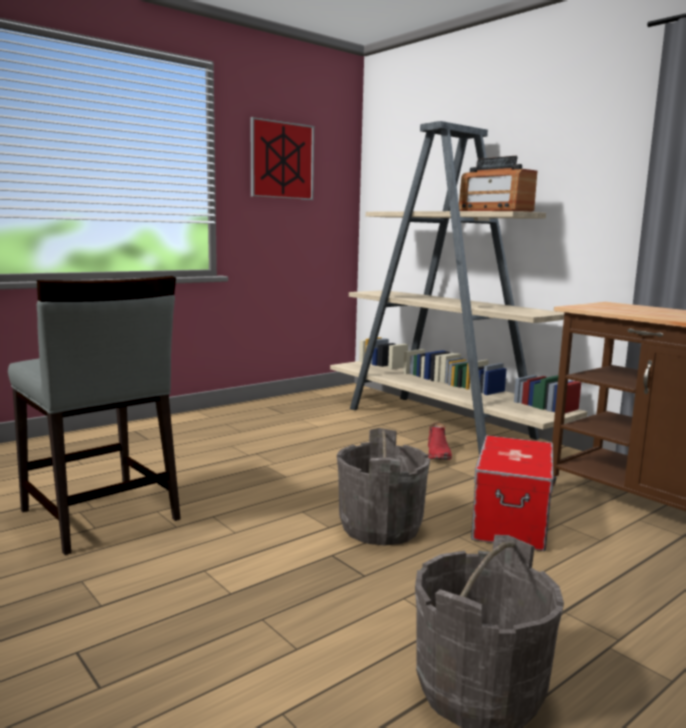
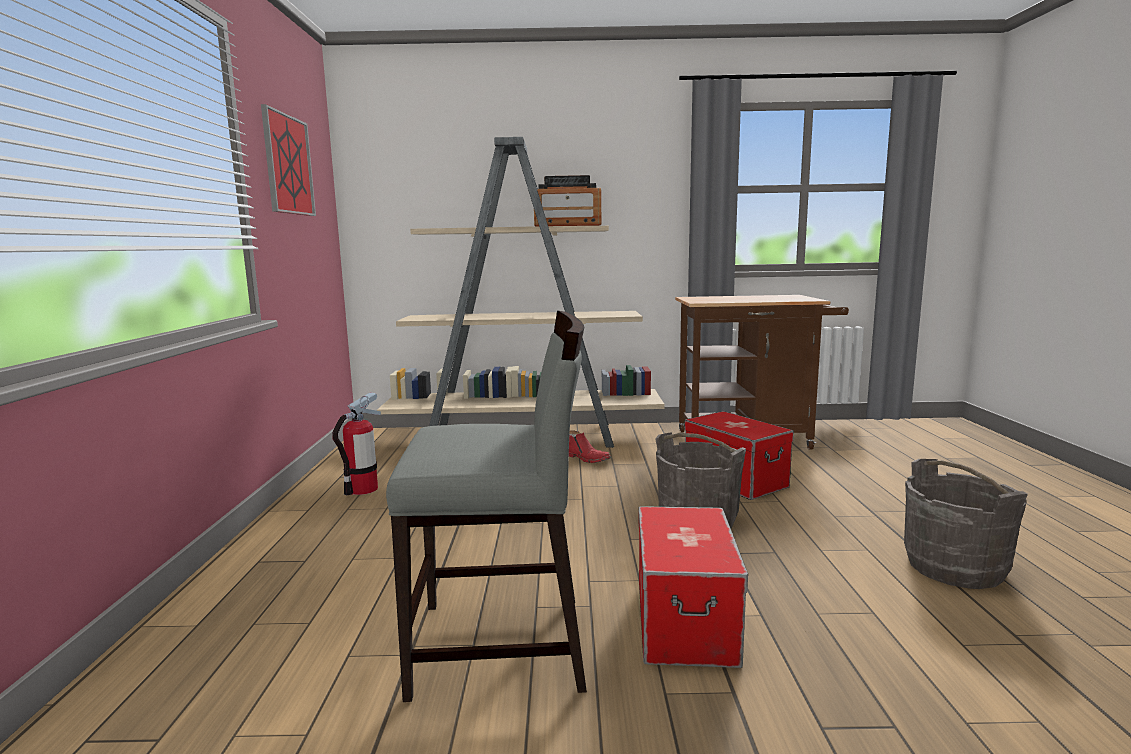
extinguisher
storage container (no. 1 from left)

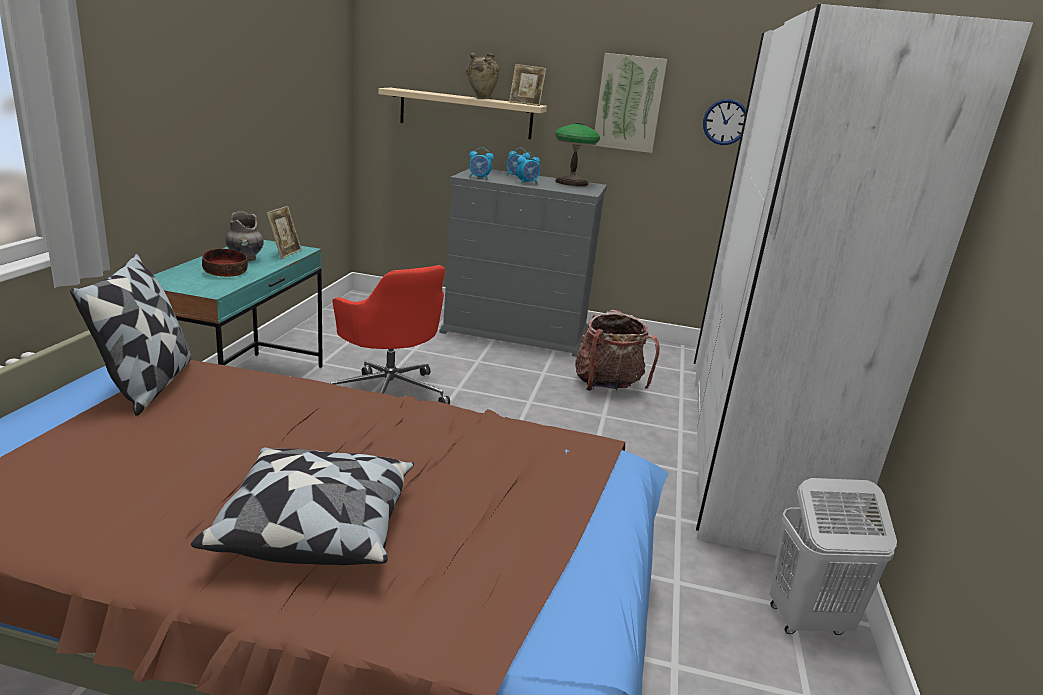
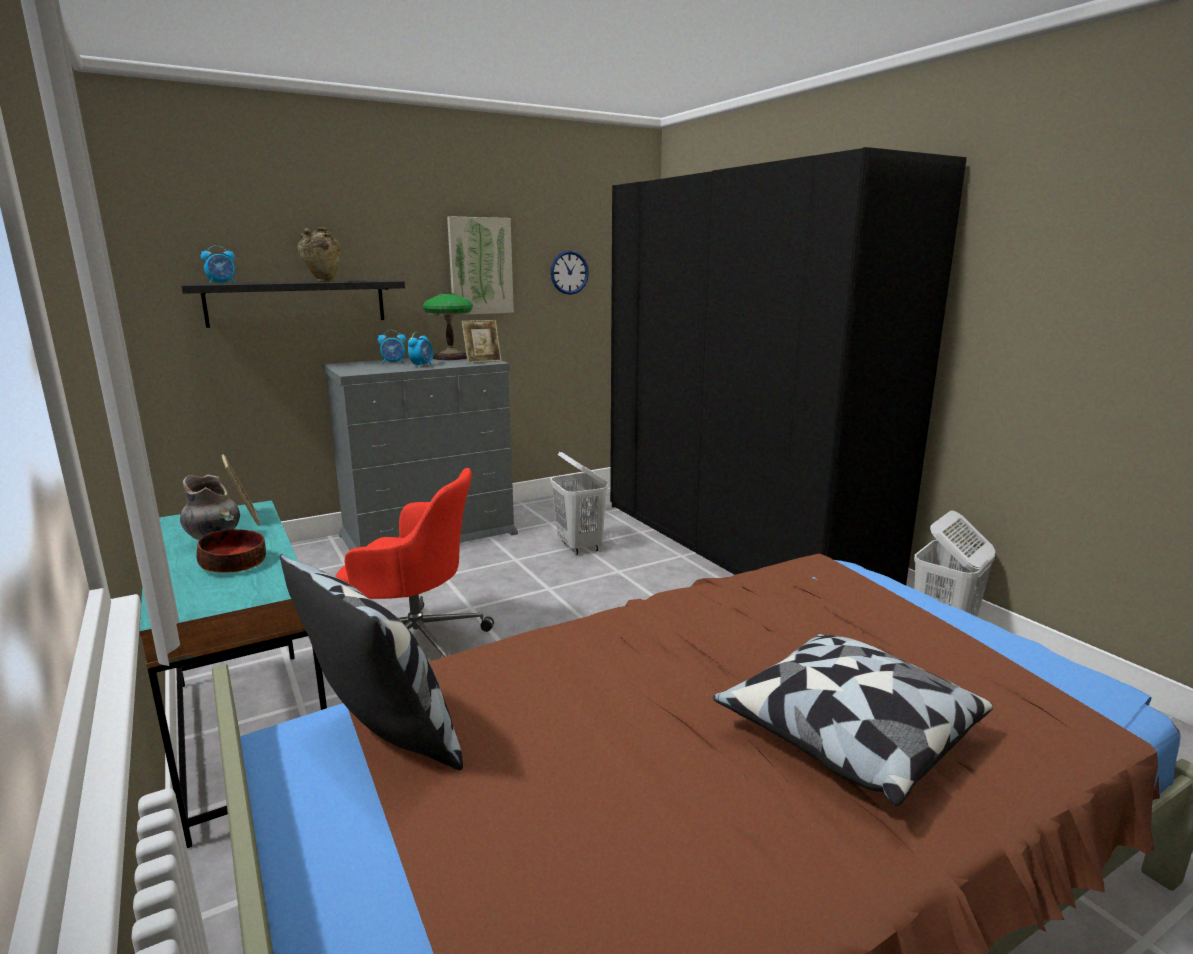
shelf (blackish)
alarm clock (no. 1 from left)
standing frame (no. 2 from left)
hamper (whitish) (no. 1 from left)
armoire (blackish)

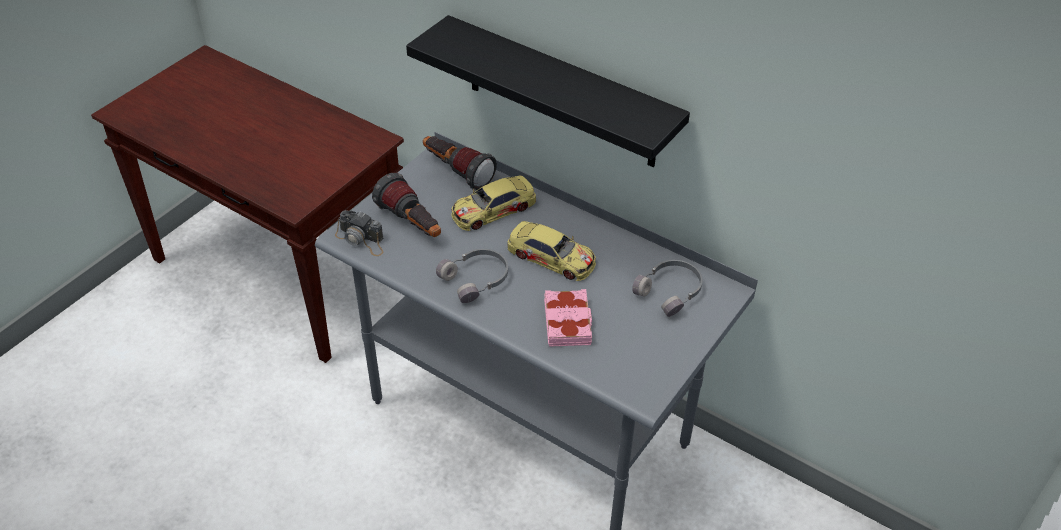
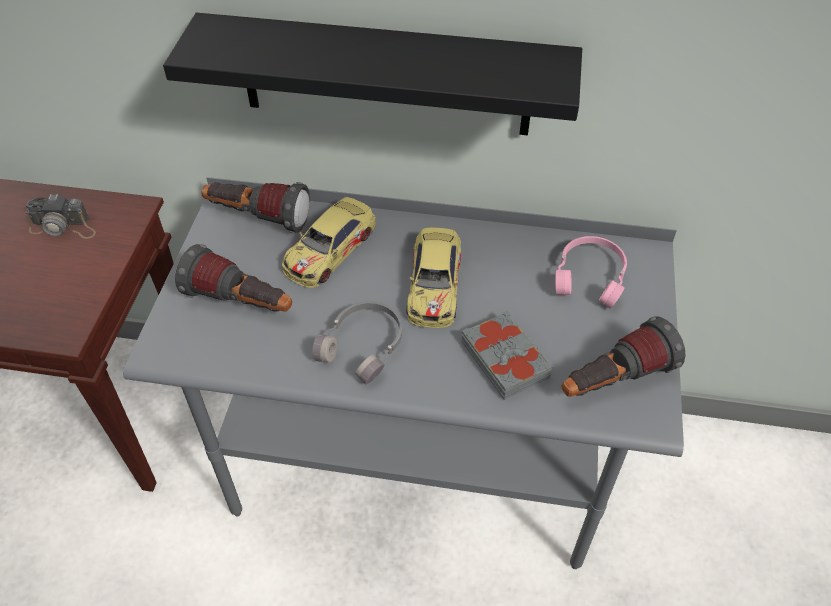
photo camera
toy car (no. 2 from left)
book (gray)
headset (pinkish)
flashlight (no. 3 from left)

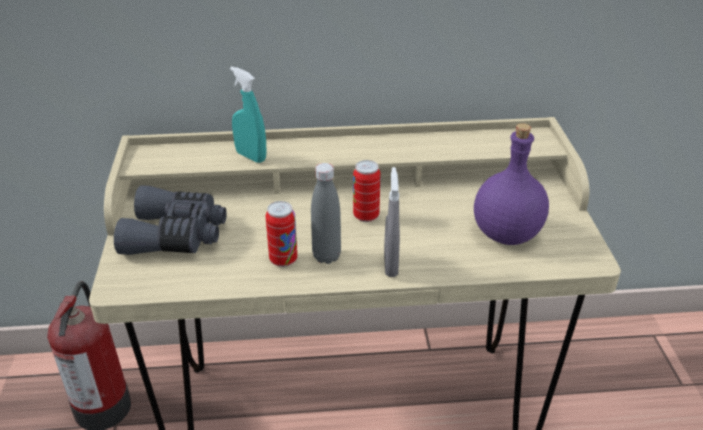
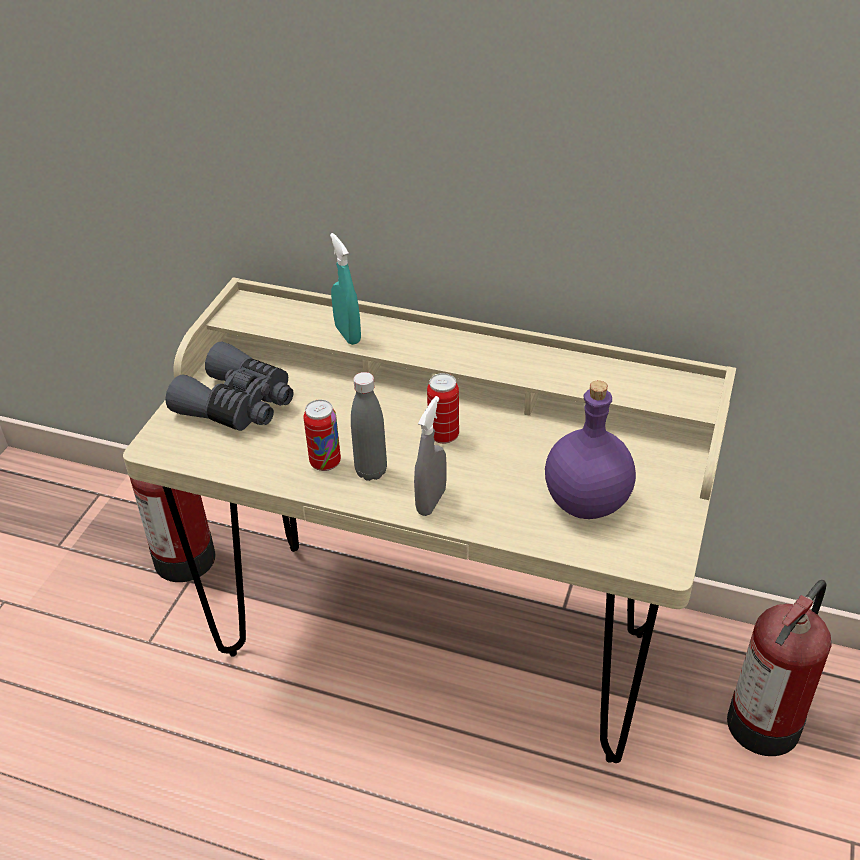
extinguisher (no. 2 from left)

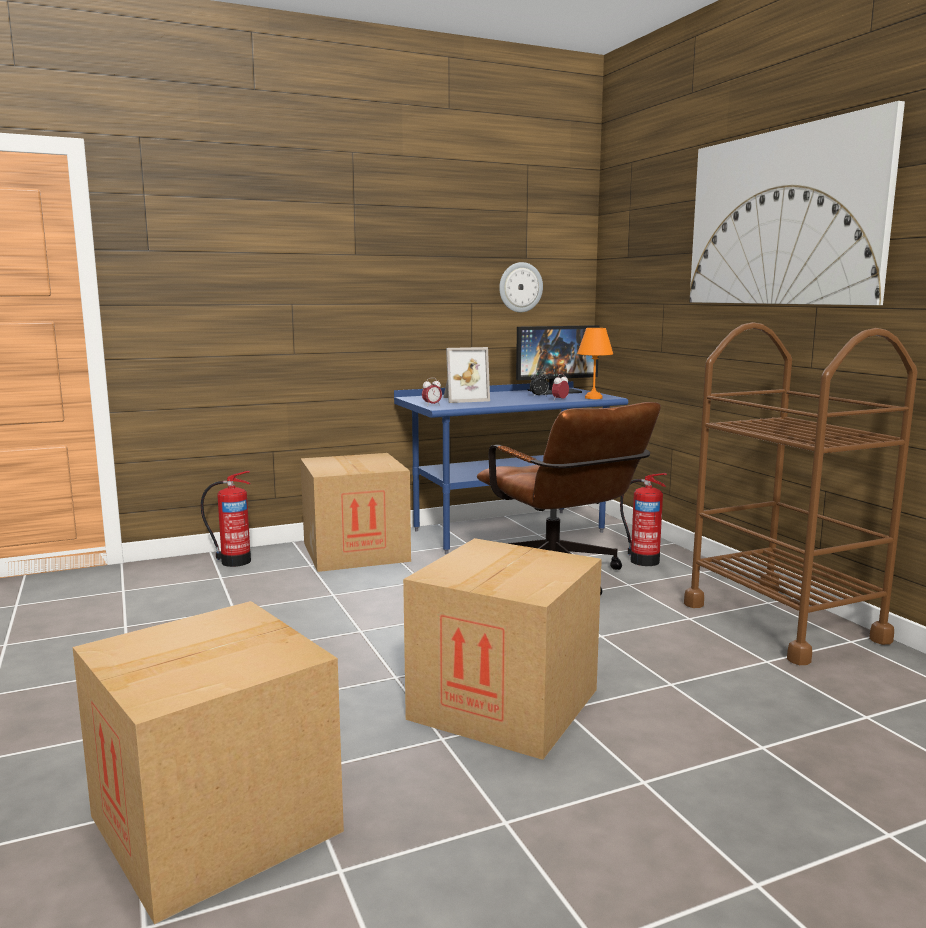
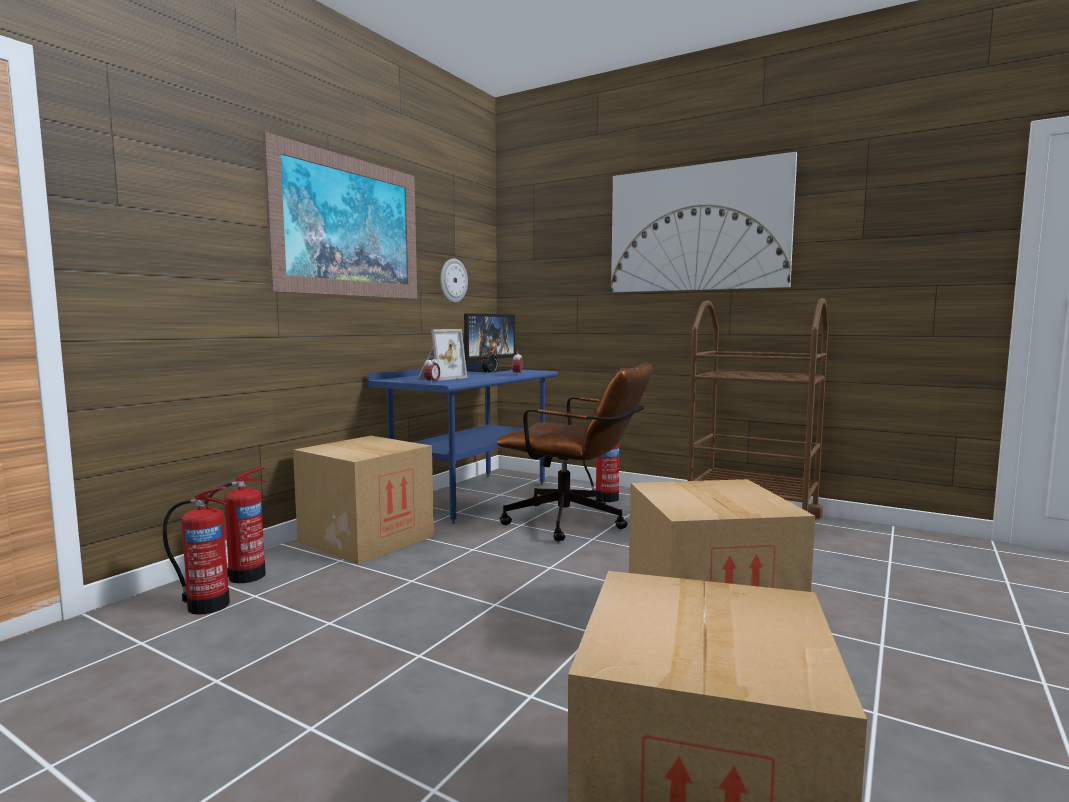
tabletop lamp (orange)
extinguisher (no. 1 from left)
picture (no. 1 from left)

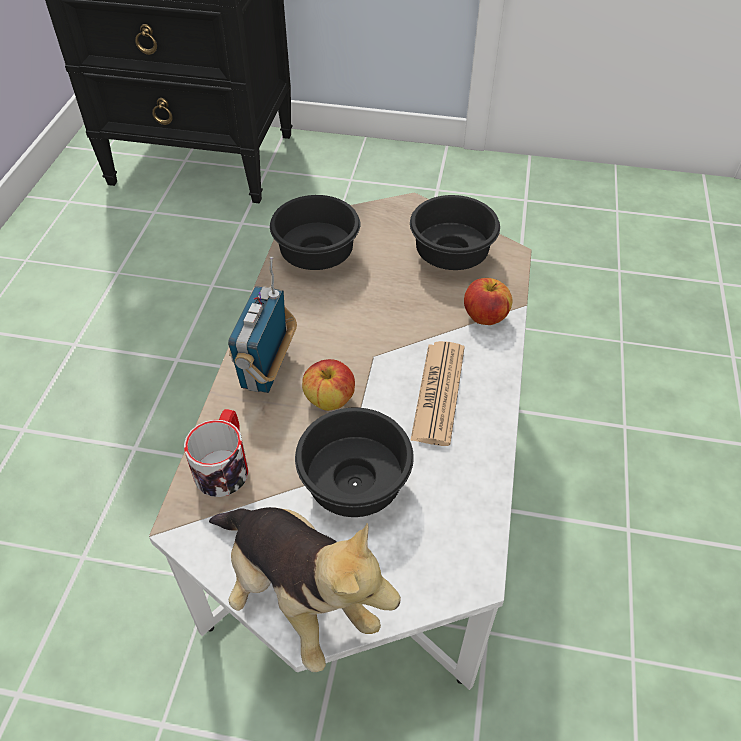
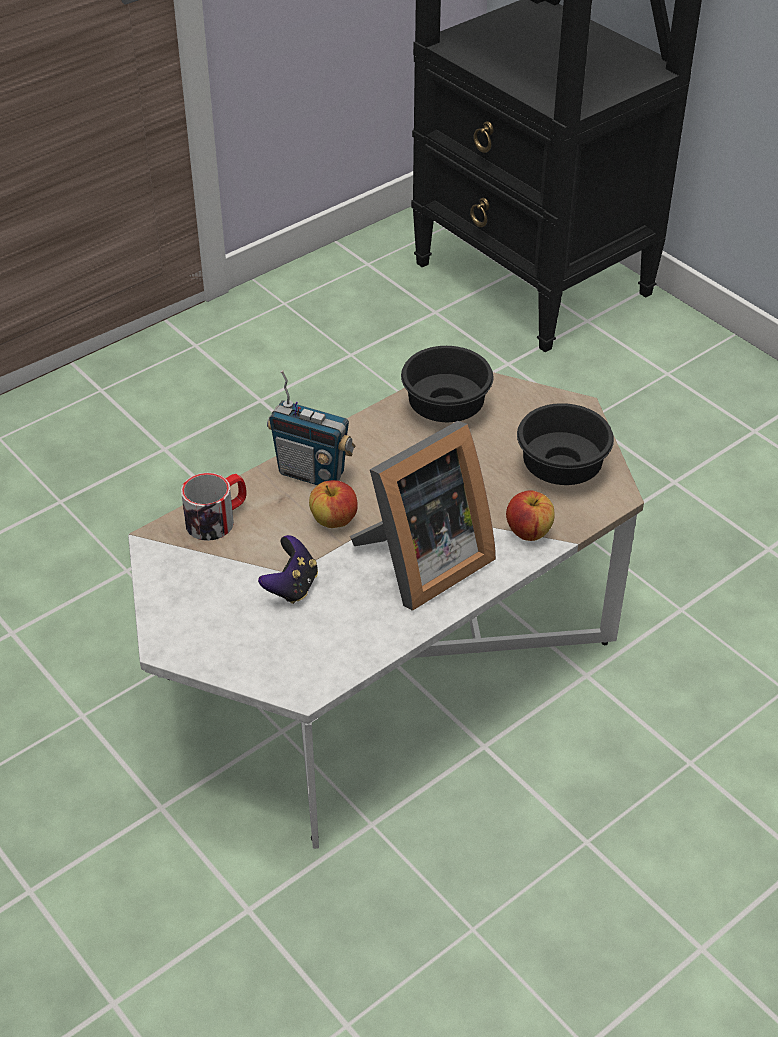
soft toy
radio
joypad
standing frame

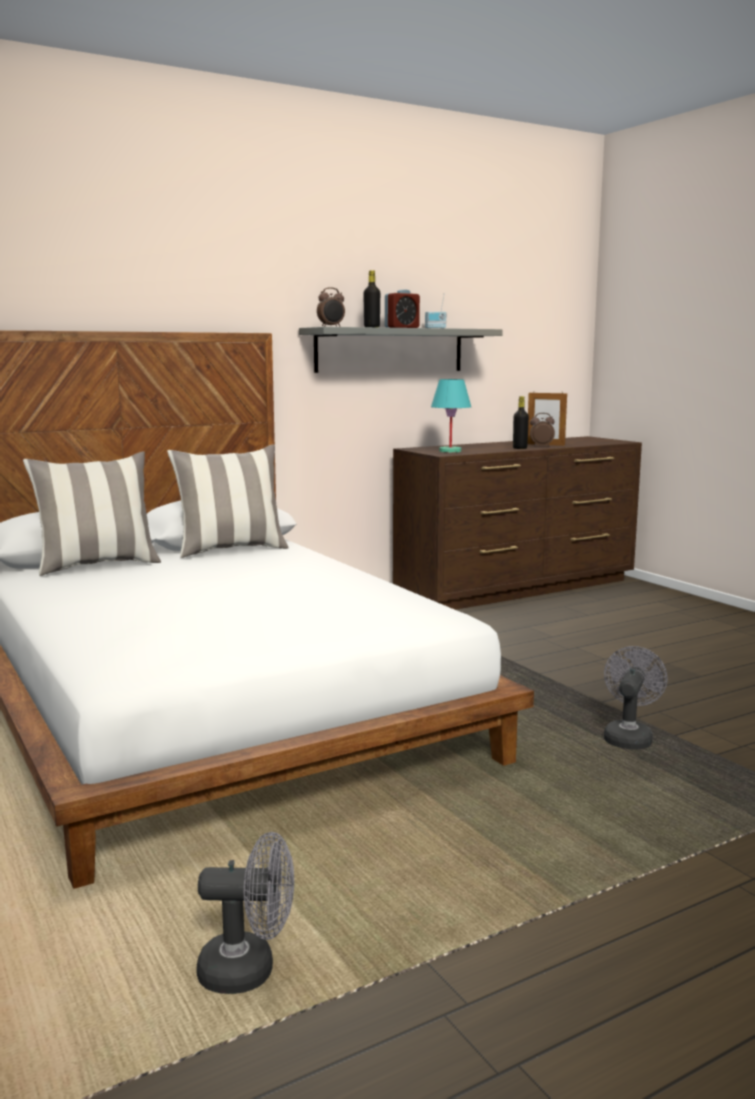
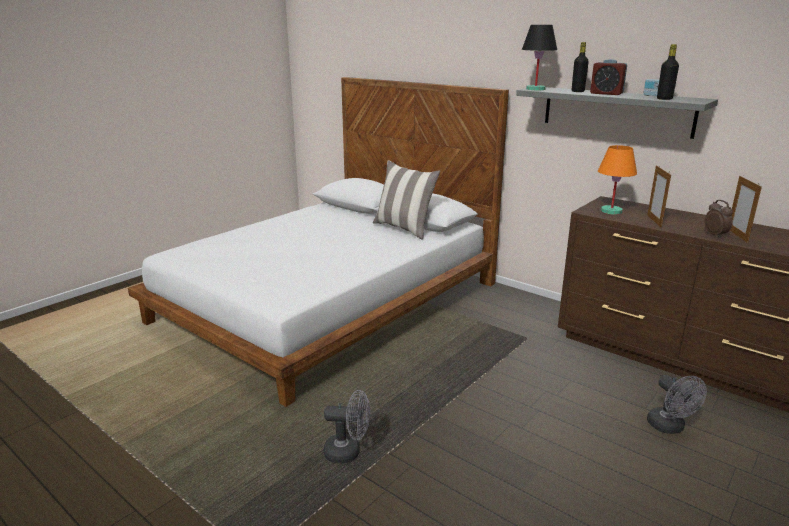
cushion (no. 1 from left in the first image)
electric fan (gray) (no. 2 from left)
tabletop lamp (blackish)
tabletop lamp (orange)
drink bottle (blackish) (no. 2 from left)
standing frame (no. 1 from left)

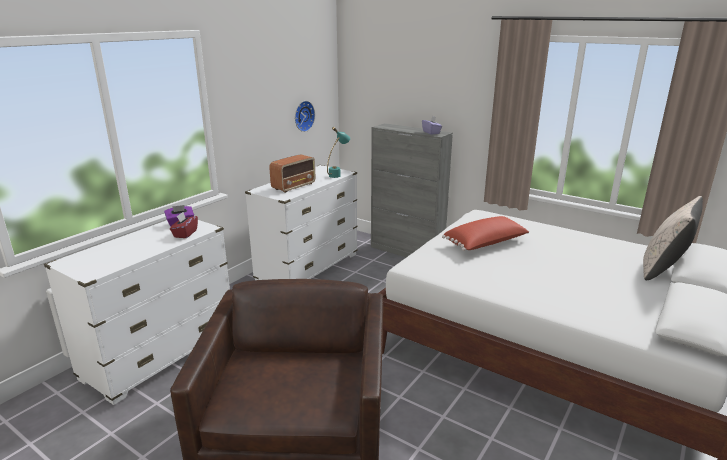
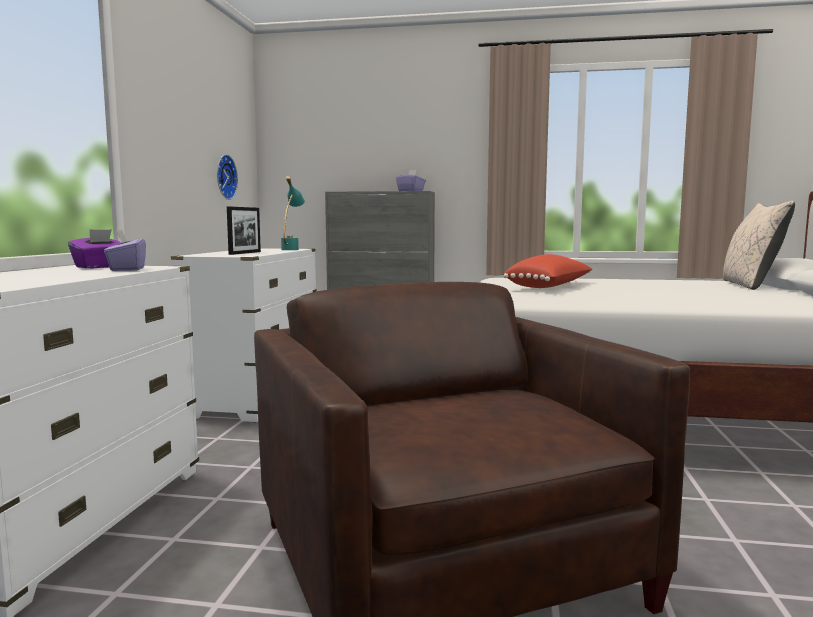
box of tissues (purple) (no. 2 from left)
standing frame

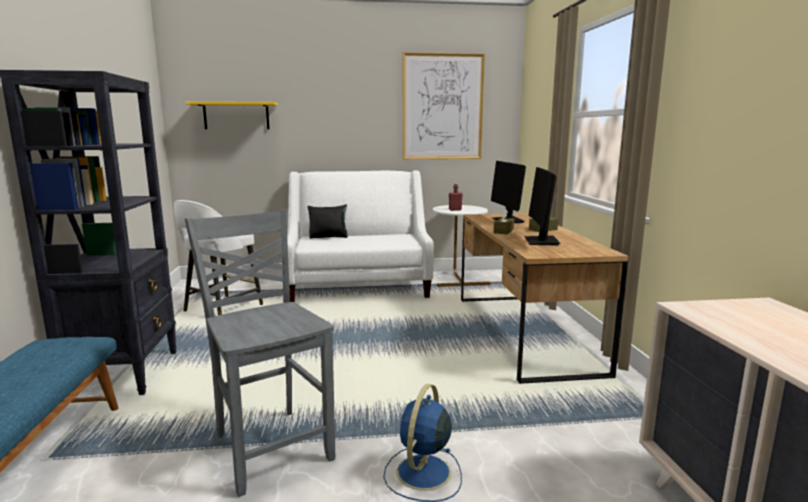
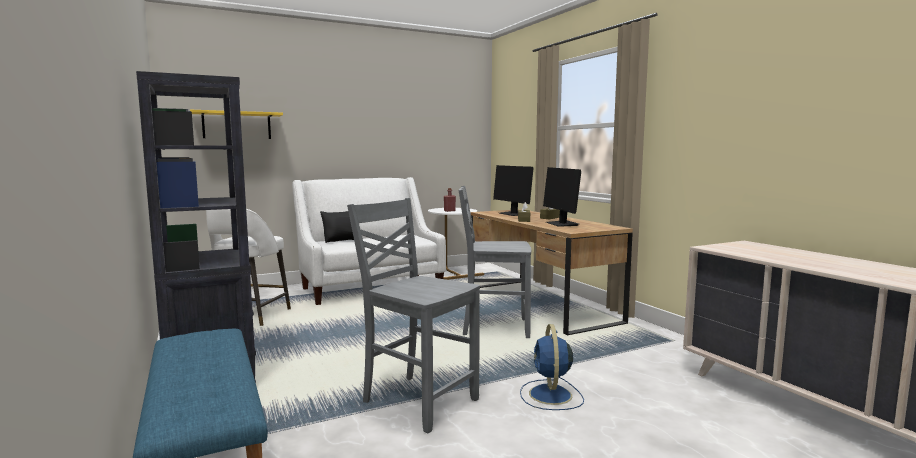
picture
chair (gray) (no. 2 from left)

